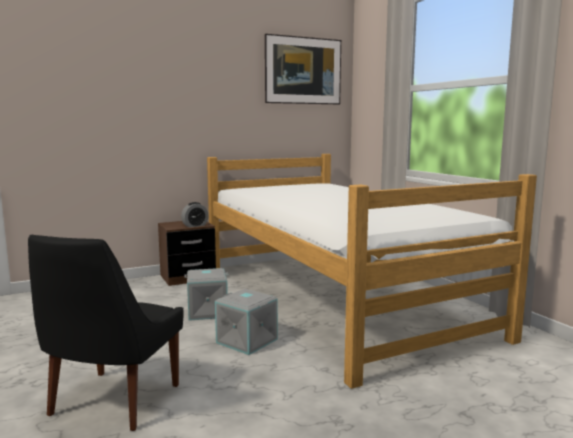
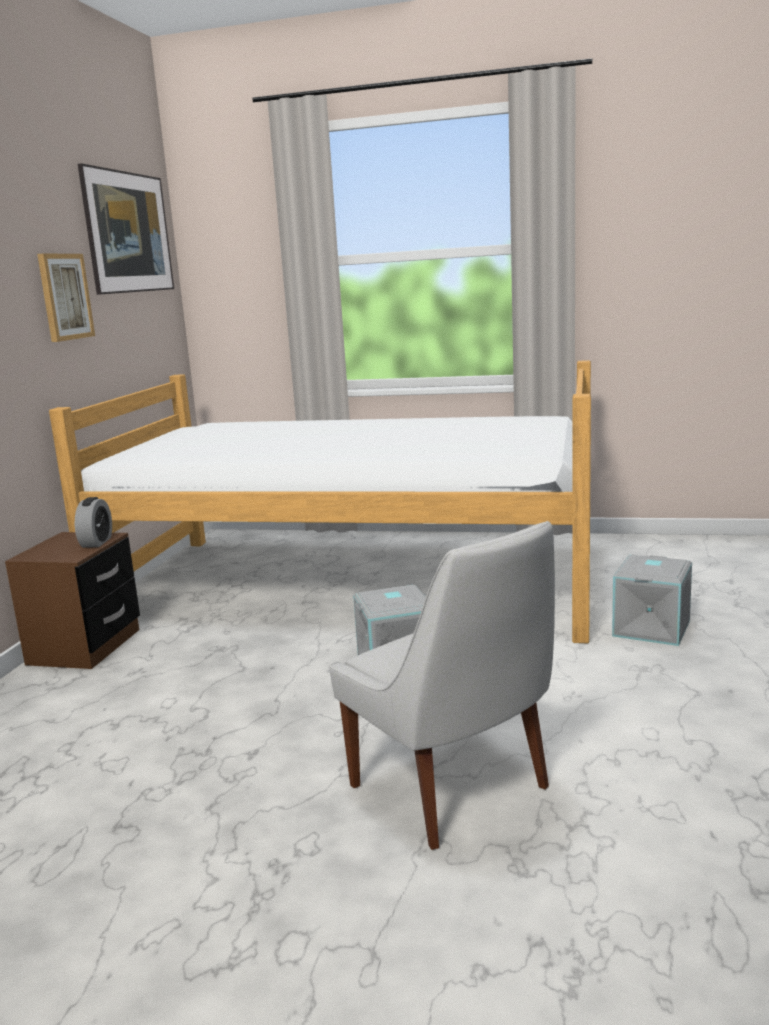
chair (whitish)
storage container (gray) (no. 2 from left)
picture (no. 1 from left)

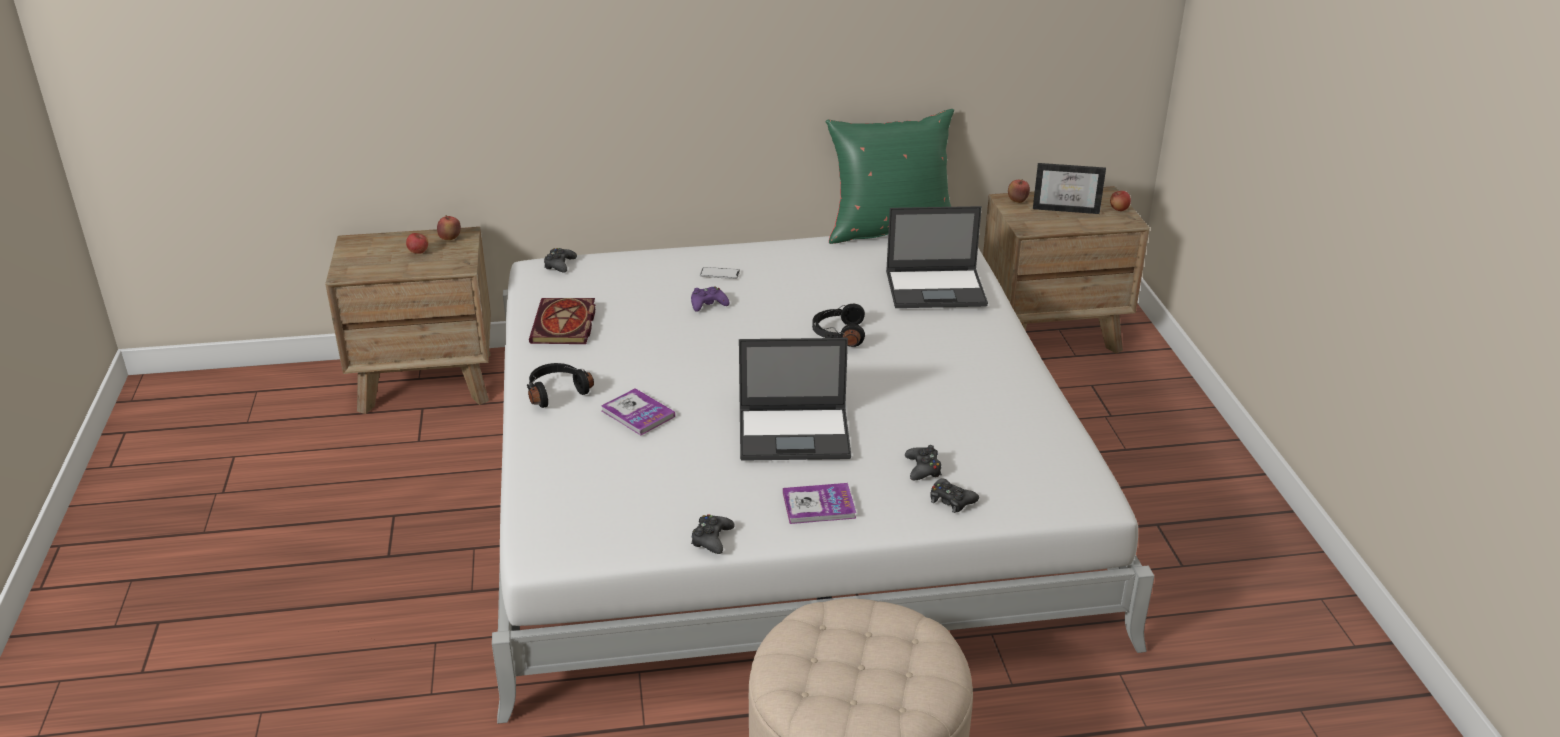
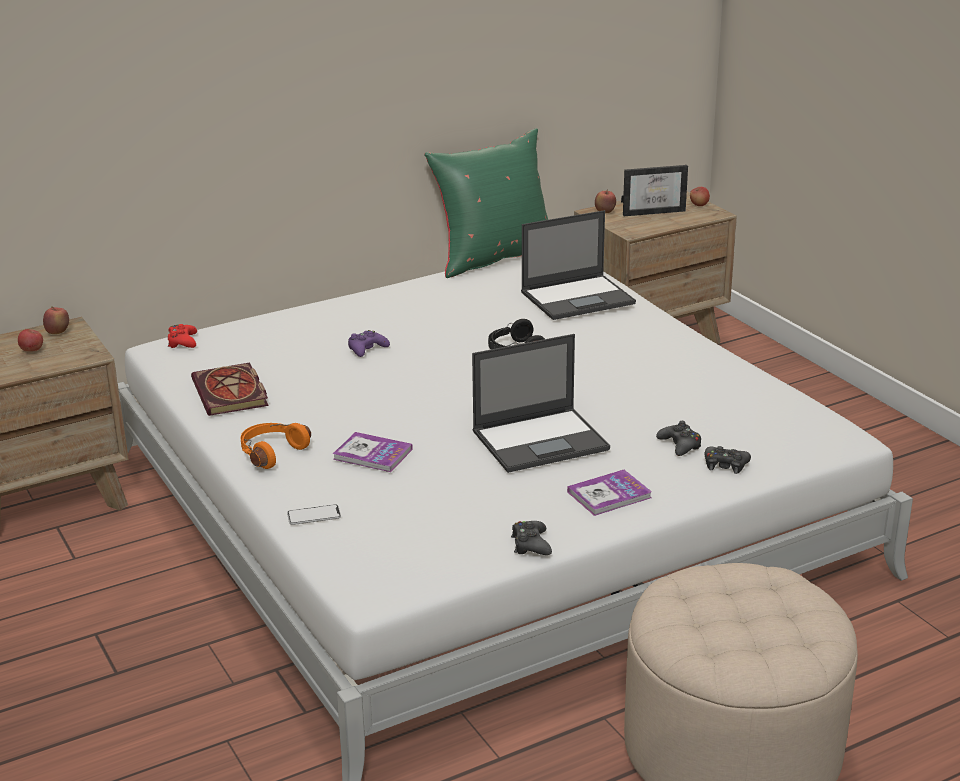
headset (orange)
joypad (reddish)
phone

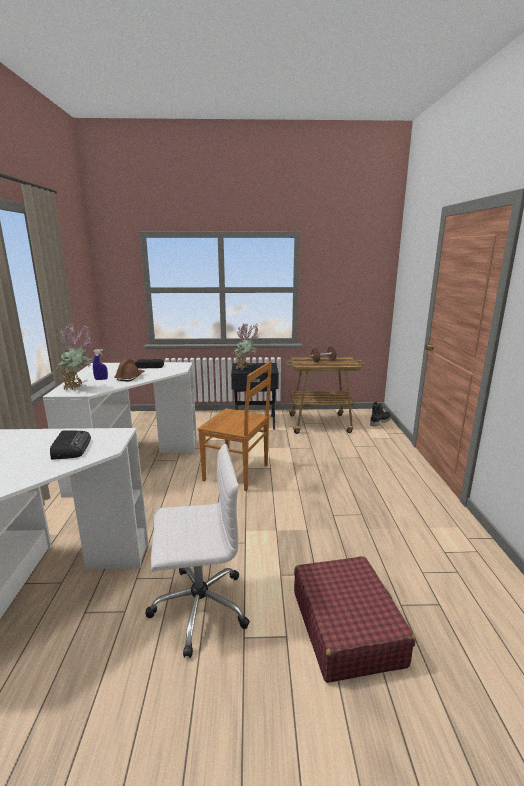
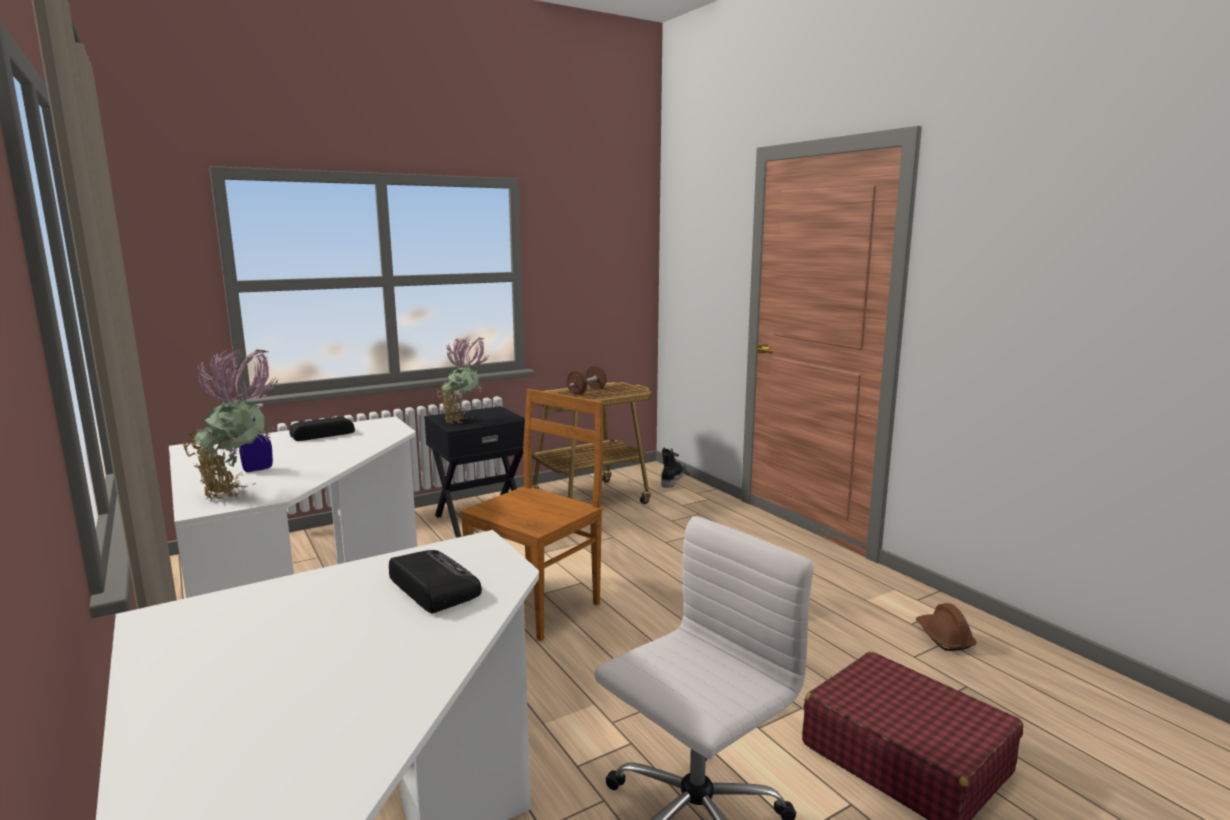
hard hat (brownish)
chair (brownish)

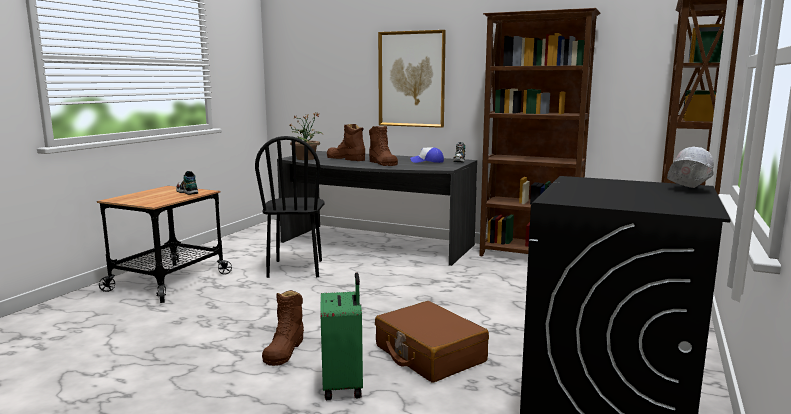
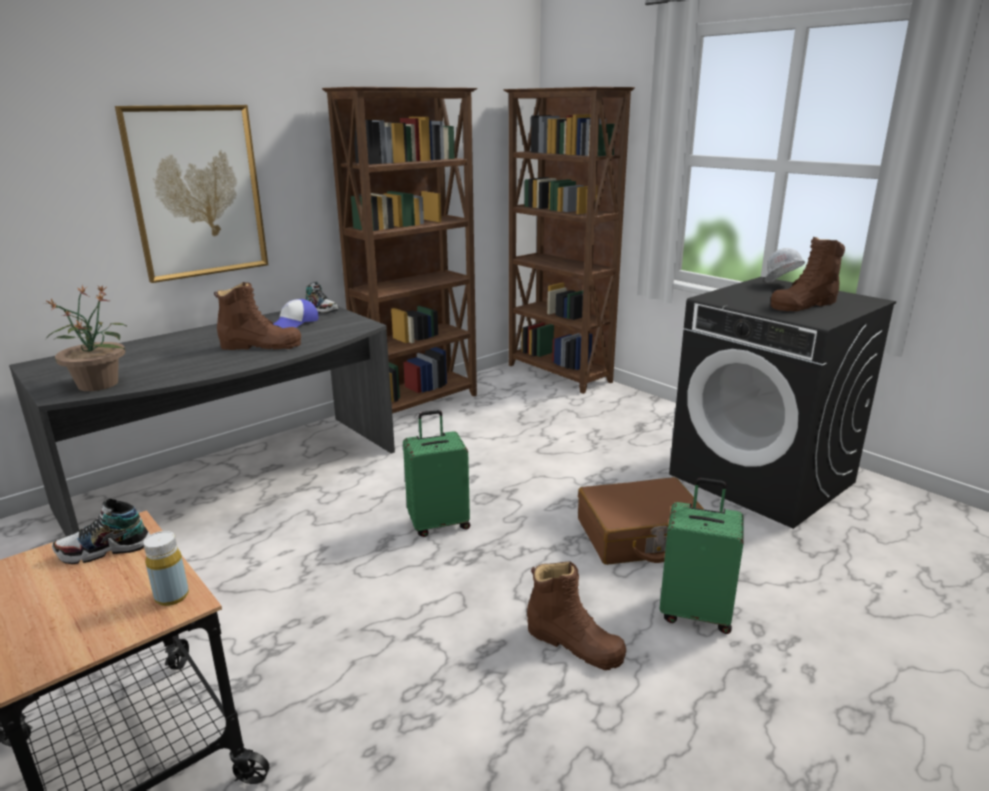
chair (blackish)
boot (brownish) (no. 3 from left)
drink bottle (yellow)
suitcase (greenish) (no. 1 from left)

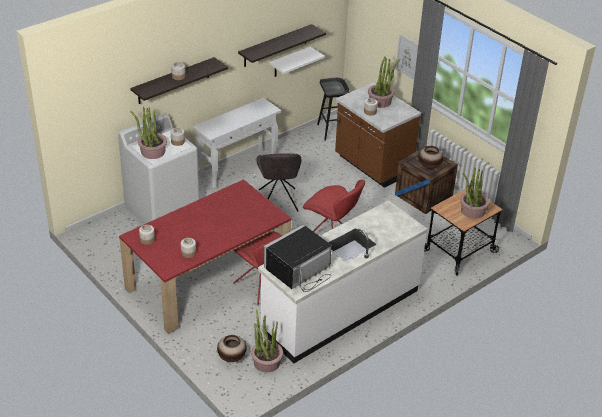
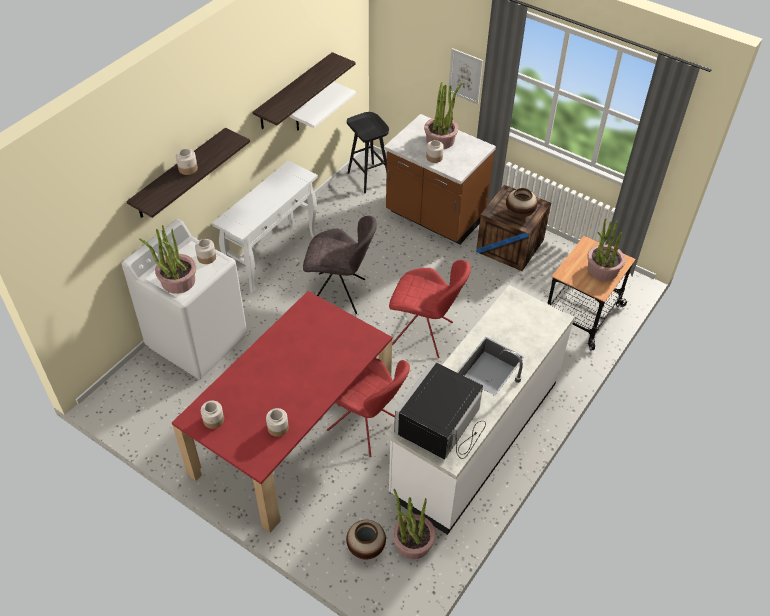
chair (gray)

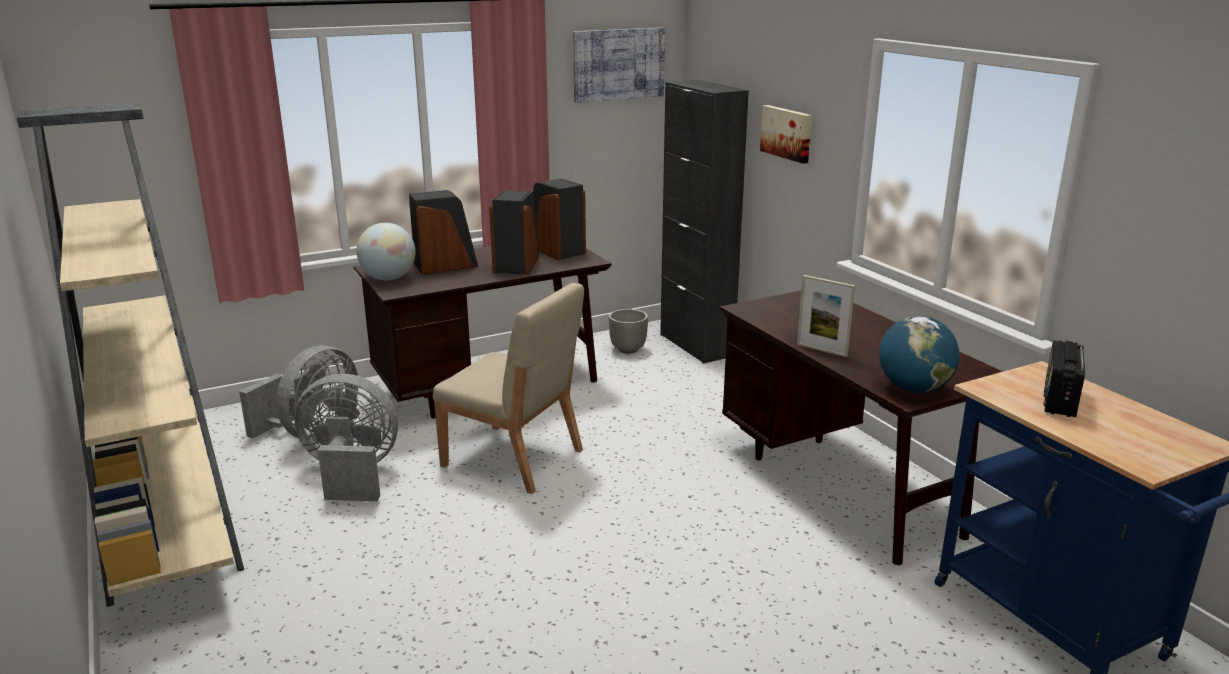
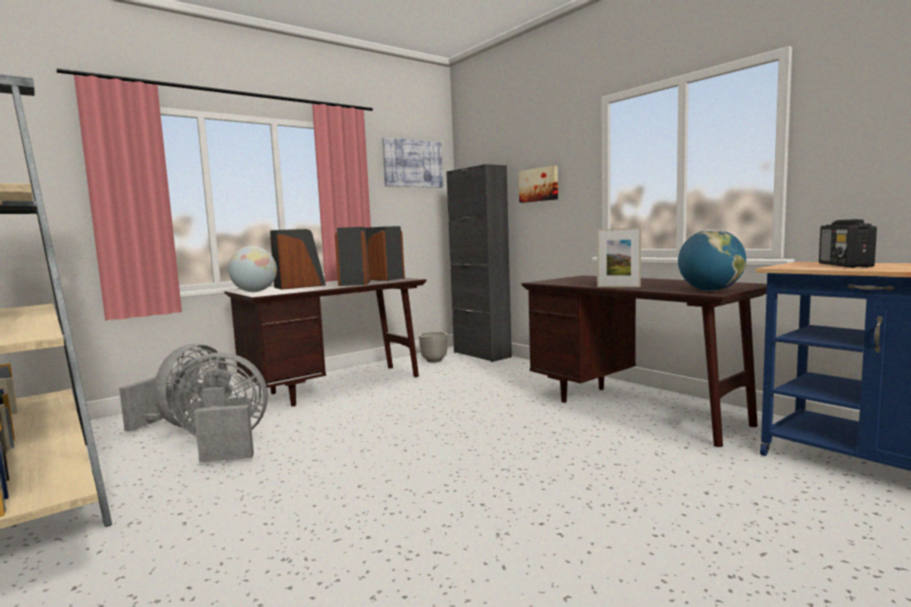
chair (beige)

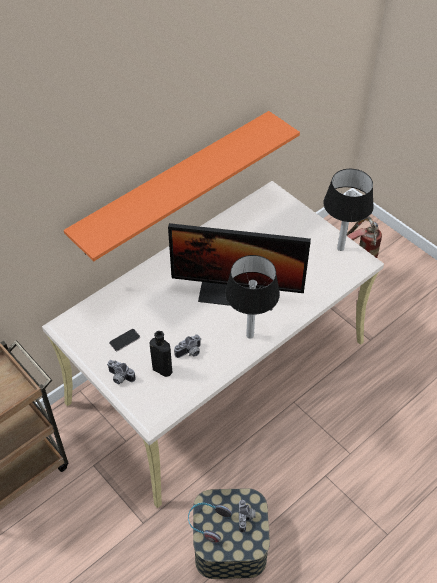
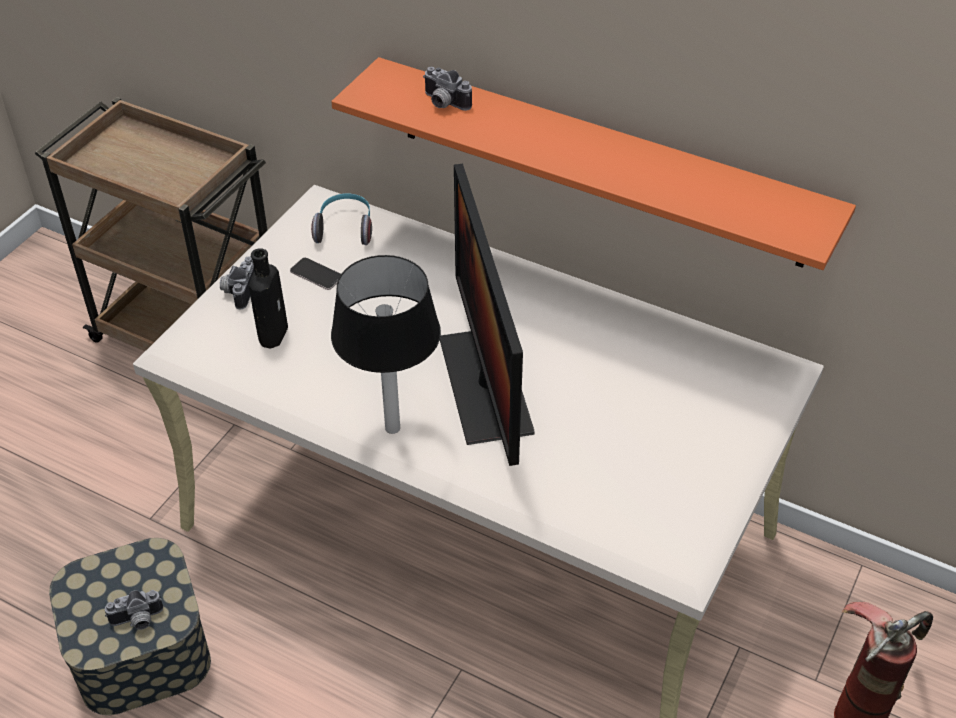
photo camera (no. 3 from left)
headset
tabletop lamp (no. 2 from left in the first image)

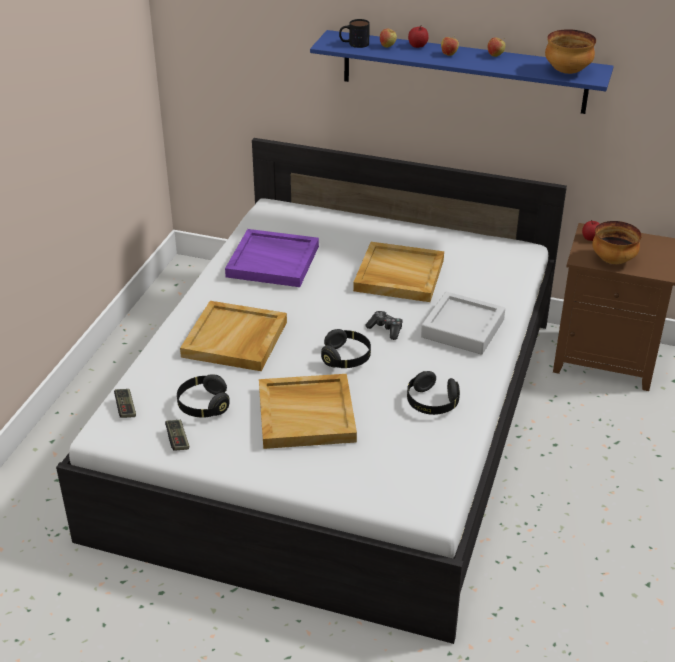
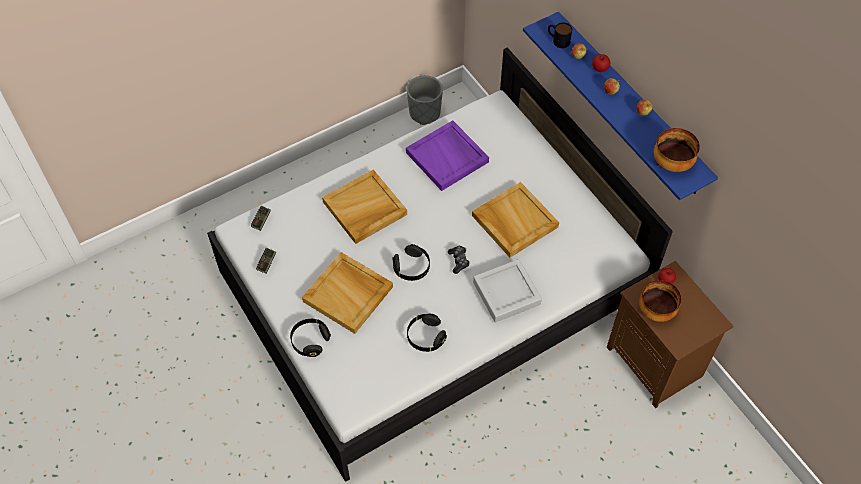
headset (blackish) (no. 1 from left)
planter (gray)

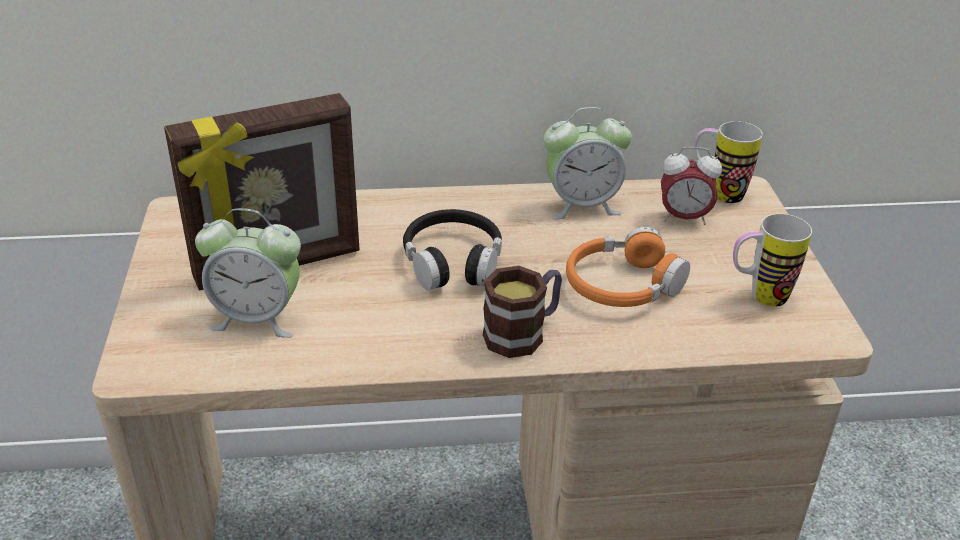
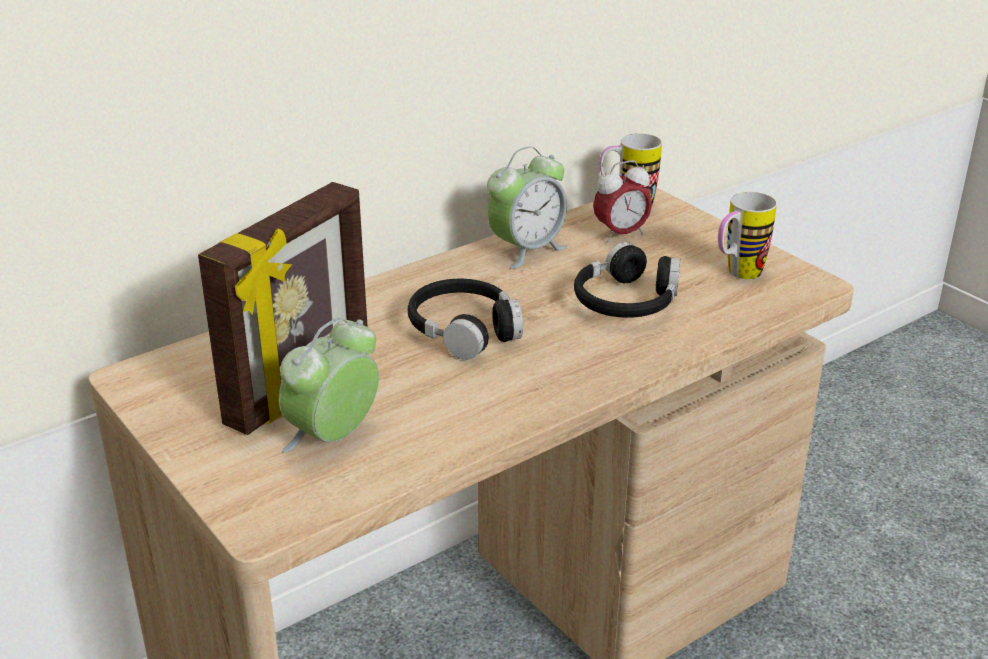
alarm clock (no. 1 from left)
mug (no. 1 from left in the first image)
headset (blackish) (no. 2 from left)

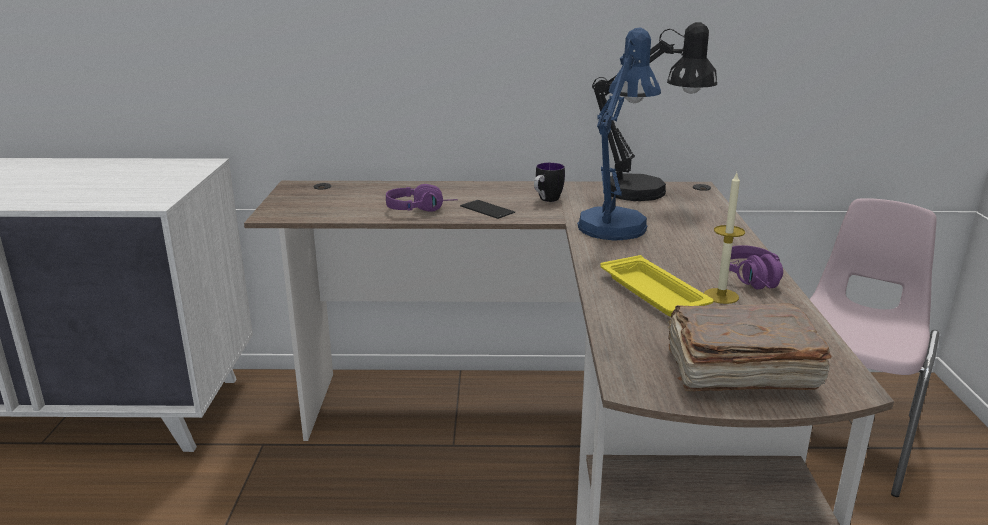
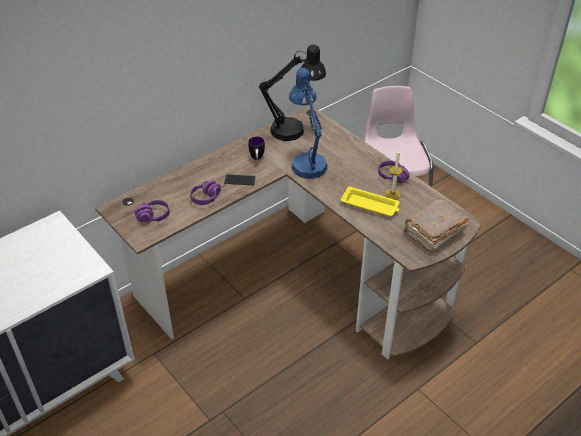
headset (purple) (no. 1 from left)

